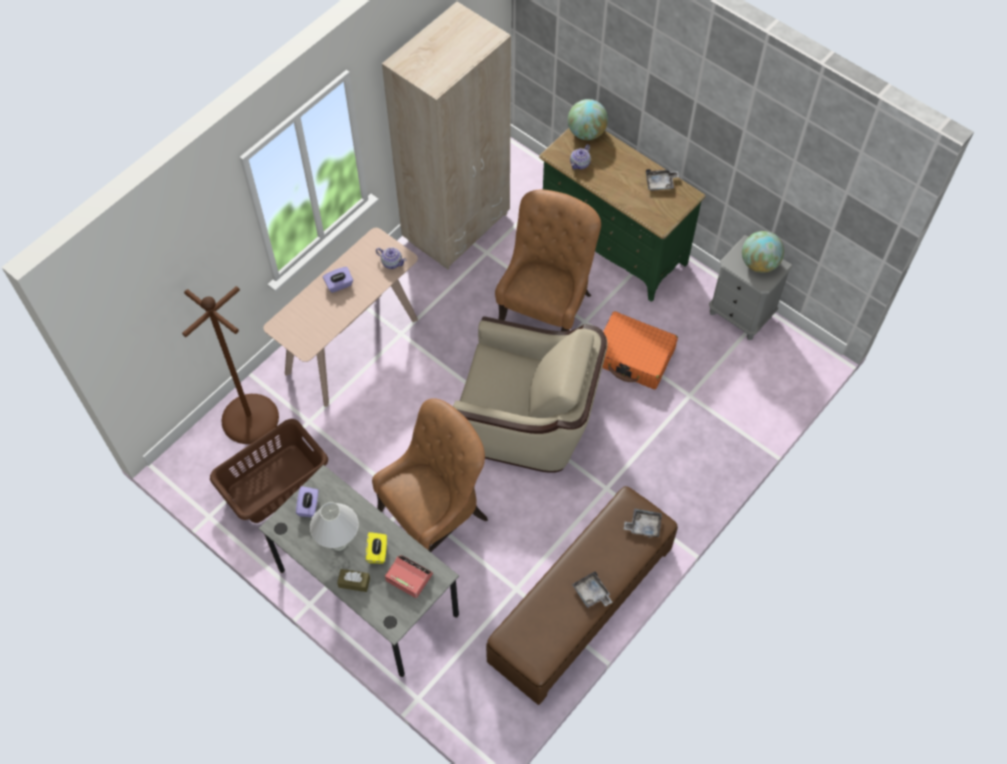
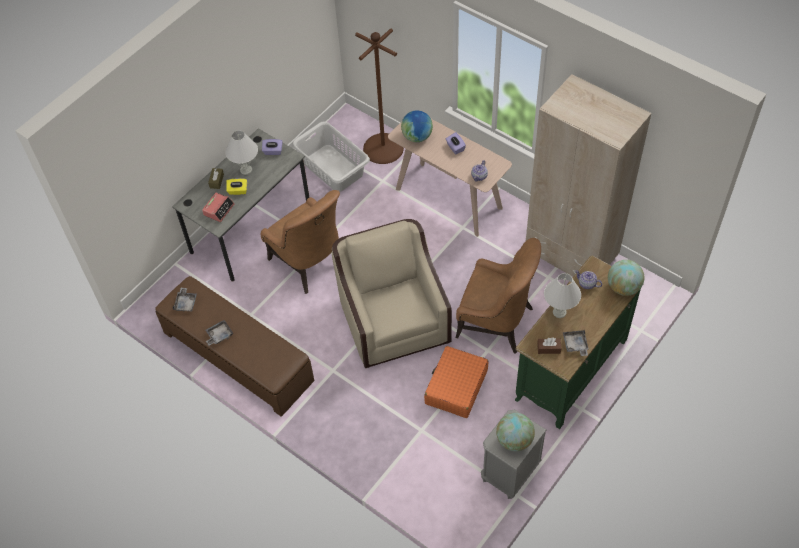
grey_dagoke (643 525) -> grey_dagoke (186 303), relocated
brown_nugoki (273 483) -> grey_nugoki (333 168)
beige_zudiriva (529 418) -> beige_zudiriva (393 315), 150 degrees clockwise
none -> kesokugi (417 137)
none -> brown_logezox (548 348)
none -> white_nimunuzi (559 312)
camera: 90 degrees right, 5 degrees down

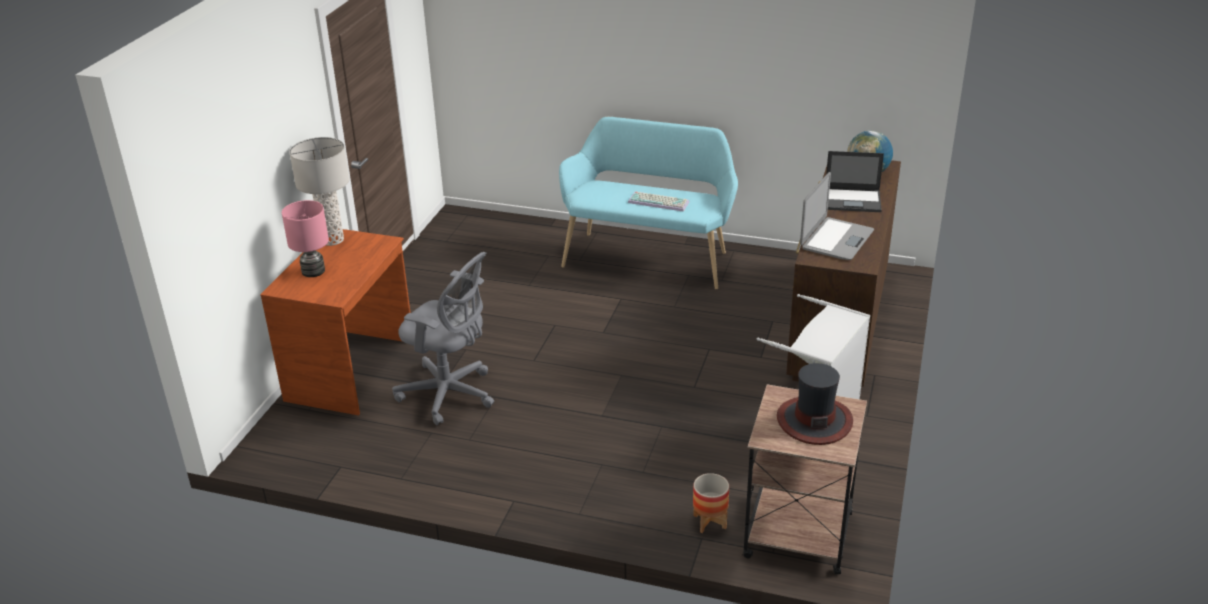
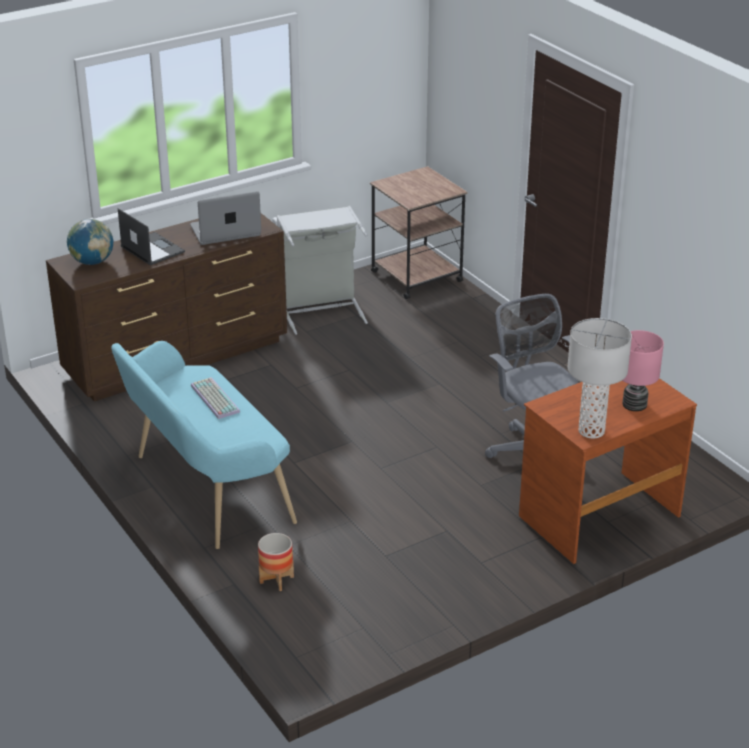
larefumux (709 521) -> larefumux (276 580), relocated
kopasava (814 420) -> none
camera: 140 degrees left, 0 degrees up

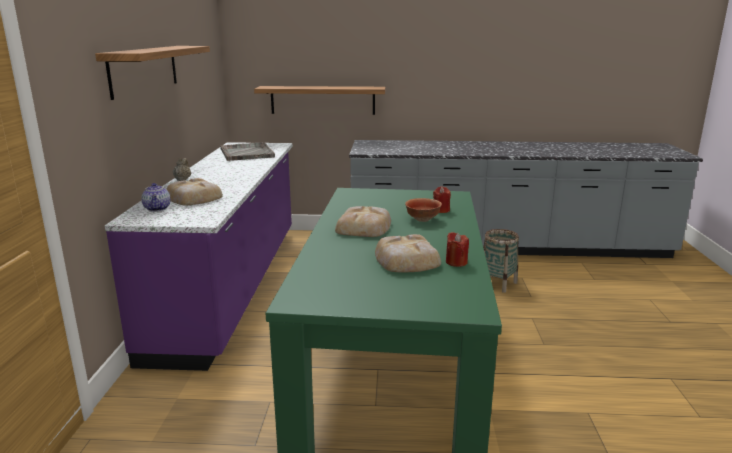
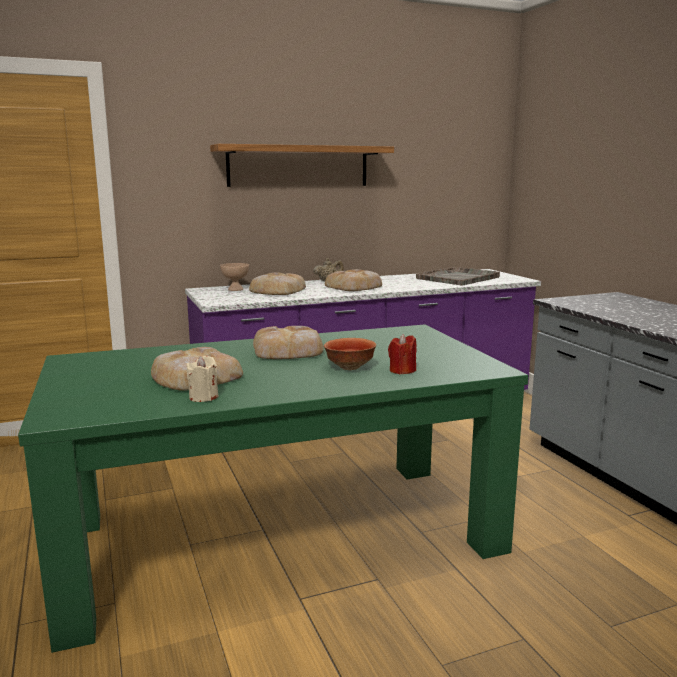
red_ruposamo (456 262) -> beige_ruposamo (203 397)
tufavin (158 209) -> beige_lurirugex (236 289)
none -> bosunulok (354 287)
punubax (322 100) -> none
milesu (497 283) -> none
camera: 65 degrees right, 5 degrees down

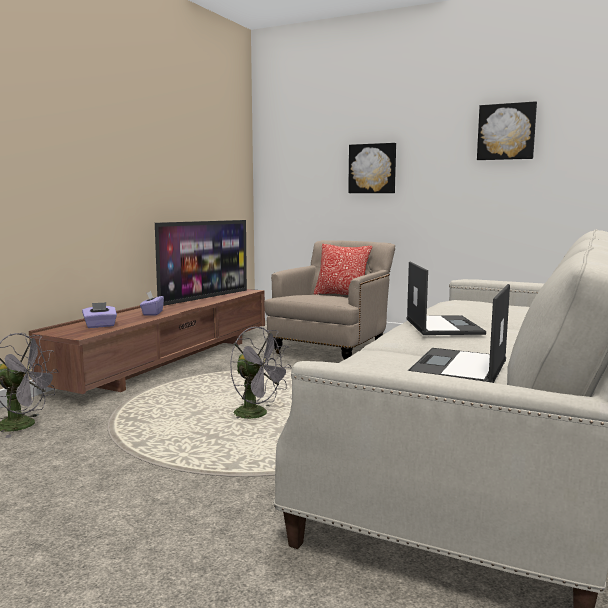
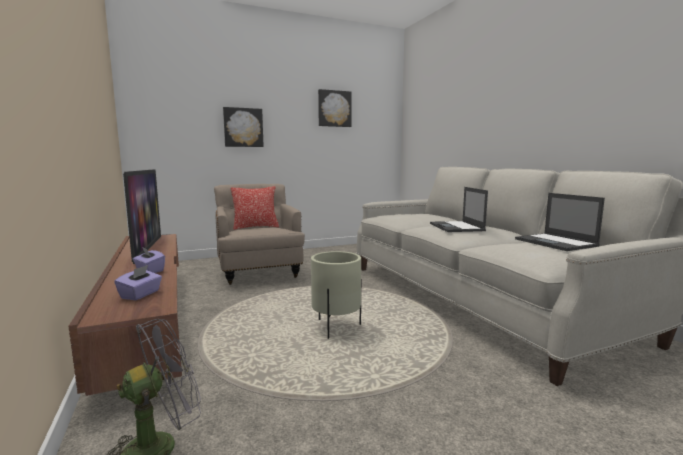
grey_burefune (257 415) -> beige_larefumux (335 328)
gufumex (442 326) -> gufumex (456 227), 135 degrees counterclockwise
camera: 50 degrees left, 0 degrees up

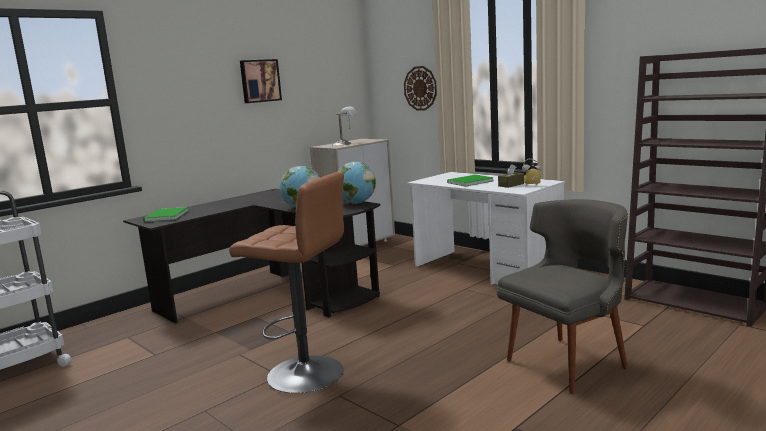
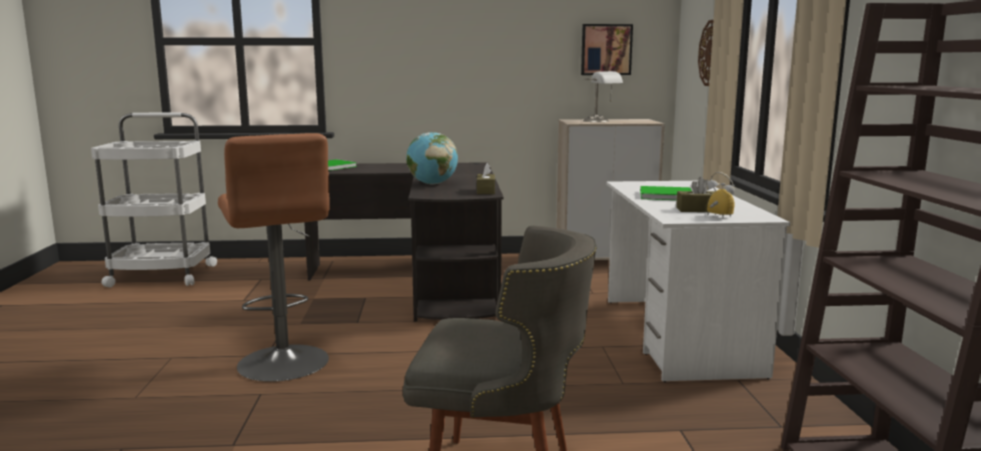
kesokugi (356 203) -> brown_logezox (486 191)
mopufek (259 81) -> mopufek (606 49), relocated
camera: 40 degrees right, 0 degrees up

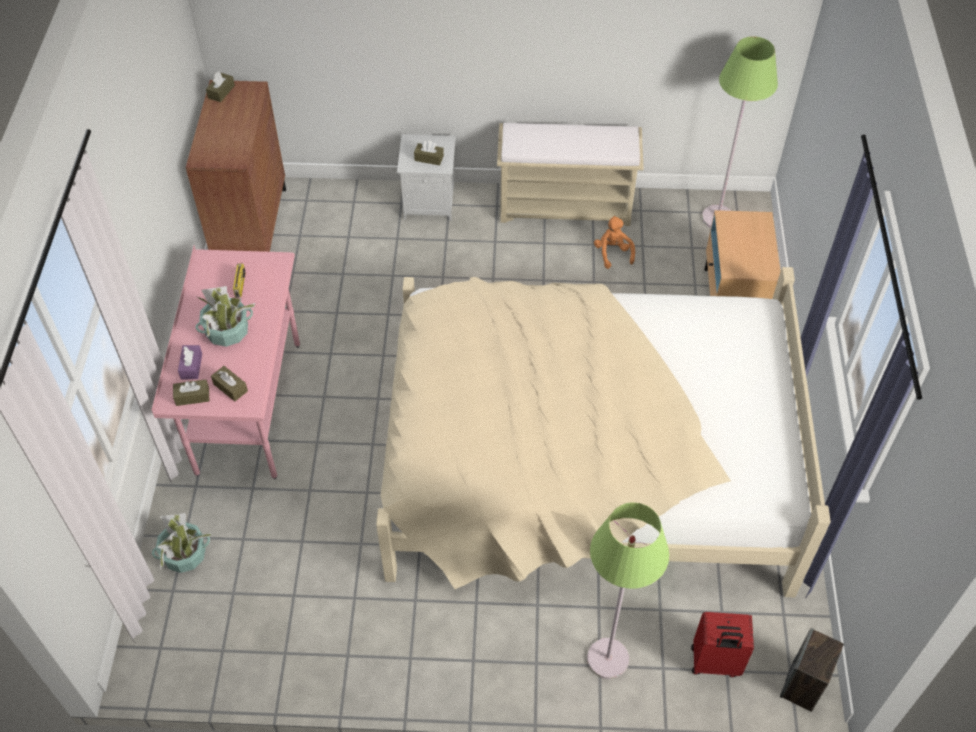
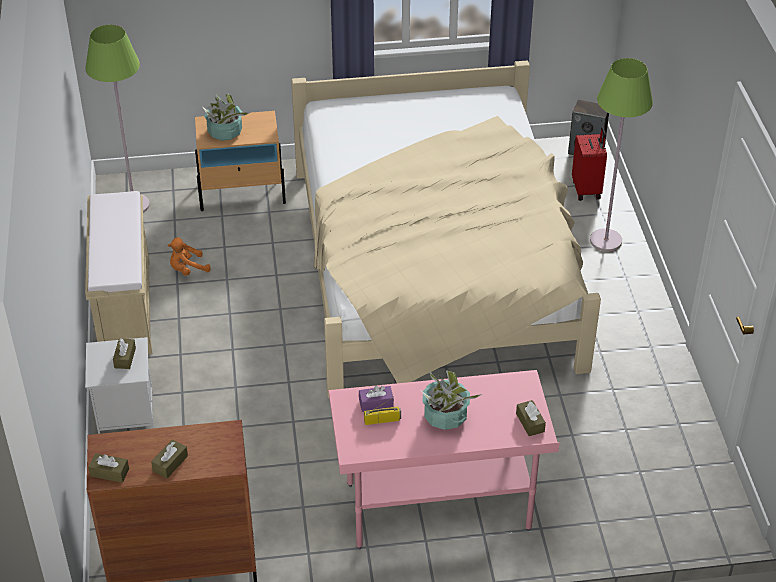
brown_logezox (230 387) -> brown_logezox (170 463), relocated
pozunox (185 555) -> pozunox (225 131), relocated
purple_logezox (191 366) -> purple_logezox (376 403), relocated
camera: 100 degrees left, 10 degrees down

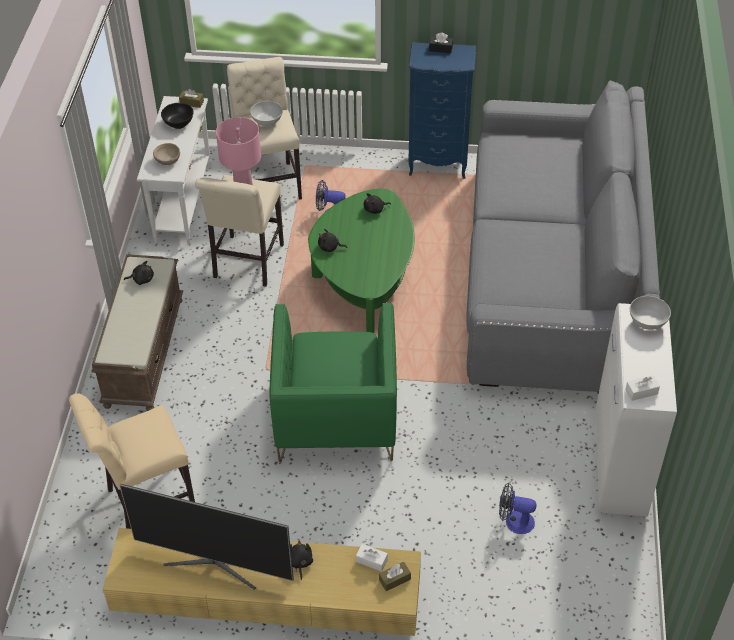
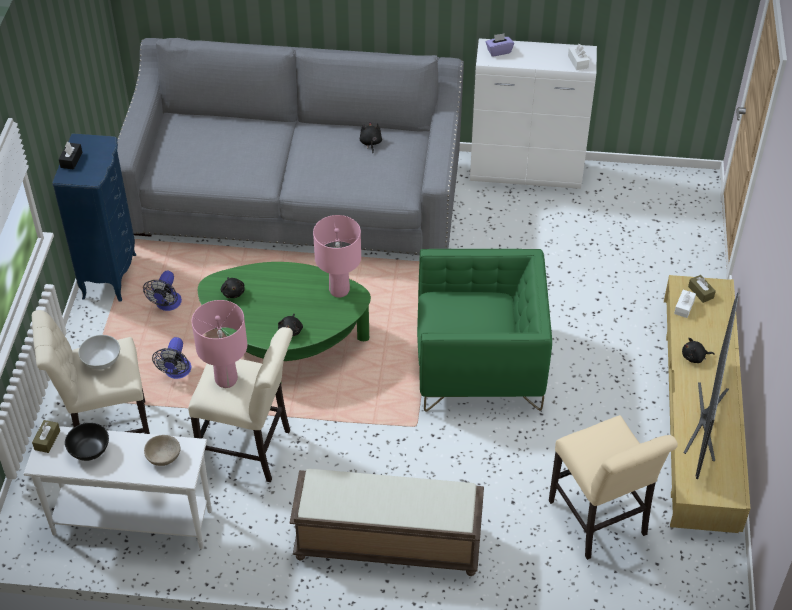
burefune (514 521) -> burefune (167 305), relocated
none -> pink_nimunuzi (339 290)
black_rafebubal (142 279) -> black_rafebubal (370 143), relocated
white_lurirugex (647 322) -> purple_logezox (499 51)
camera: 90 degrees left, 0 degrees up

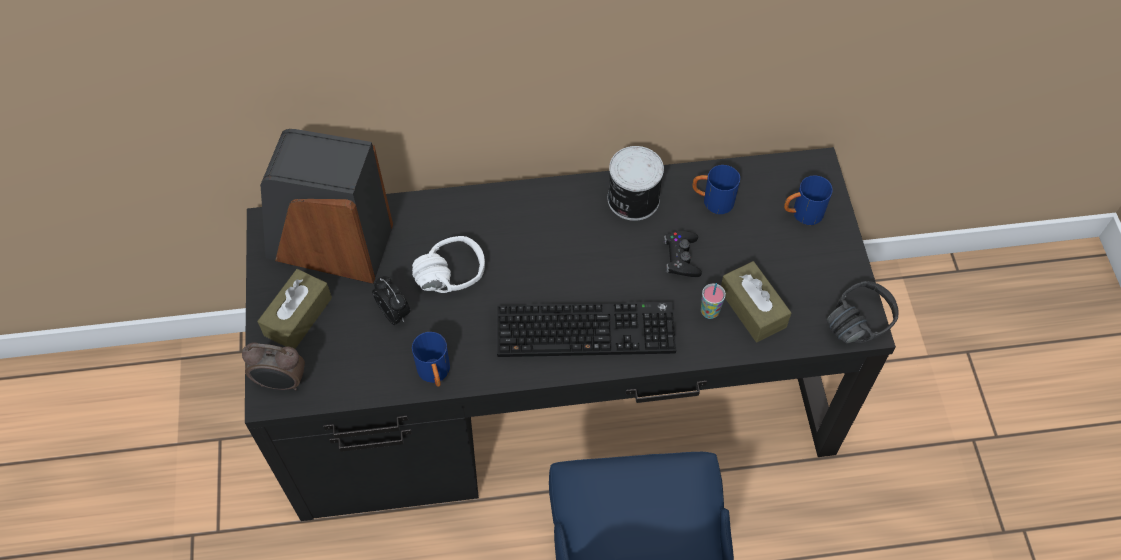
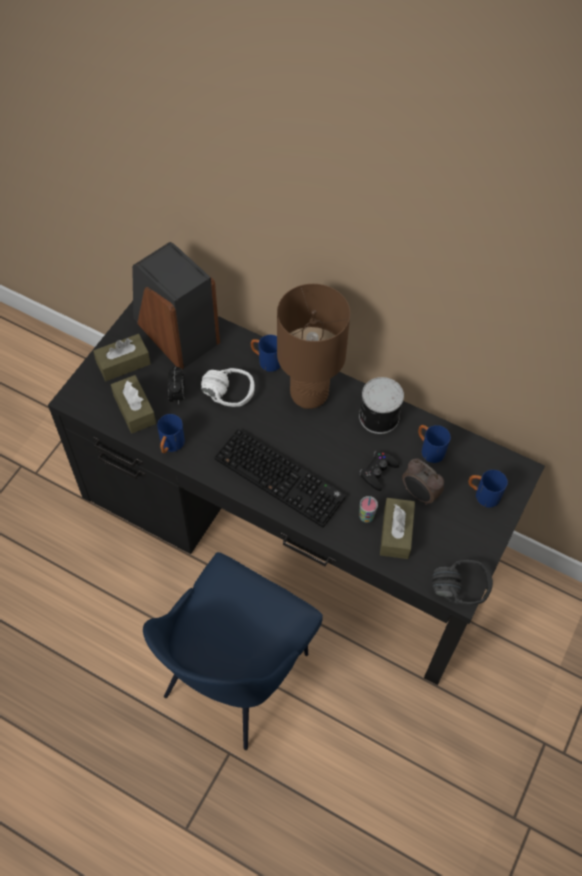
none -> brown_logezox (134 409)
none -> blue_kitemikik (266 361)
none -> brown_nimunuzi (309 395)
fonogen (281 382) -> fonogen (419 494), relocated
camera: 35 degrees right, 0 degrees up

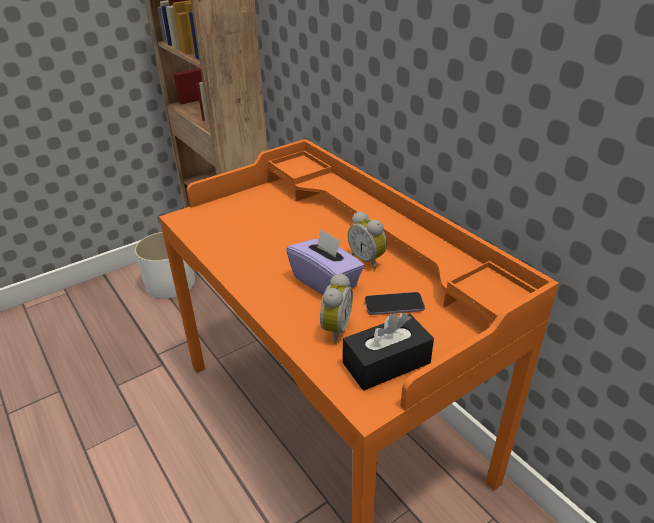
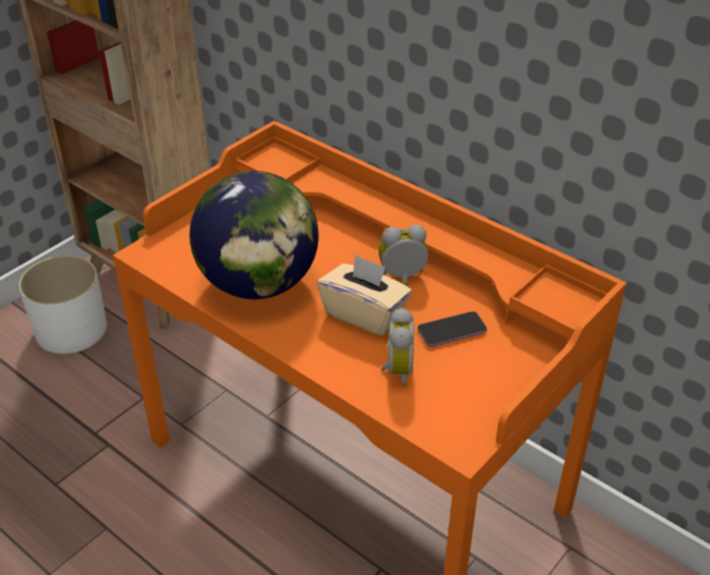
none -> kesokugi (258 284)
purple_logezox (326 282) -> beige_logezox (364 314)
fonogen (368 259) -> fonogen (403 278), 135 degrees clockwise
black_logezox (386 363) -> none
camera: 15 degrees left, 5 degrees up

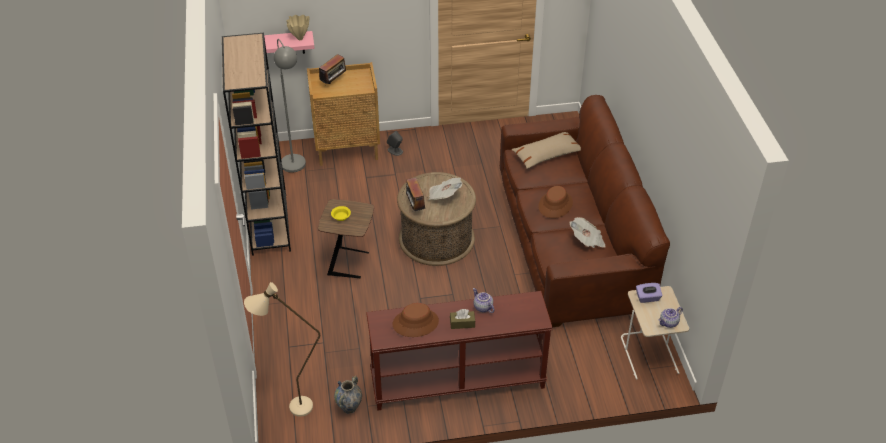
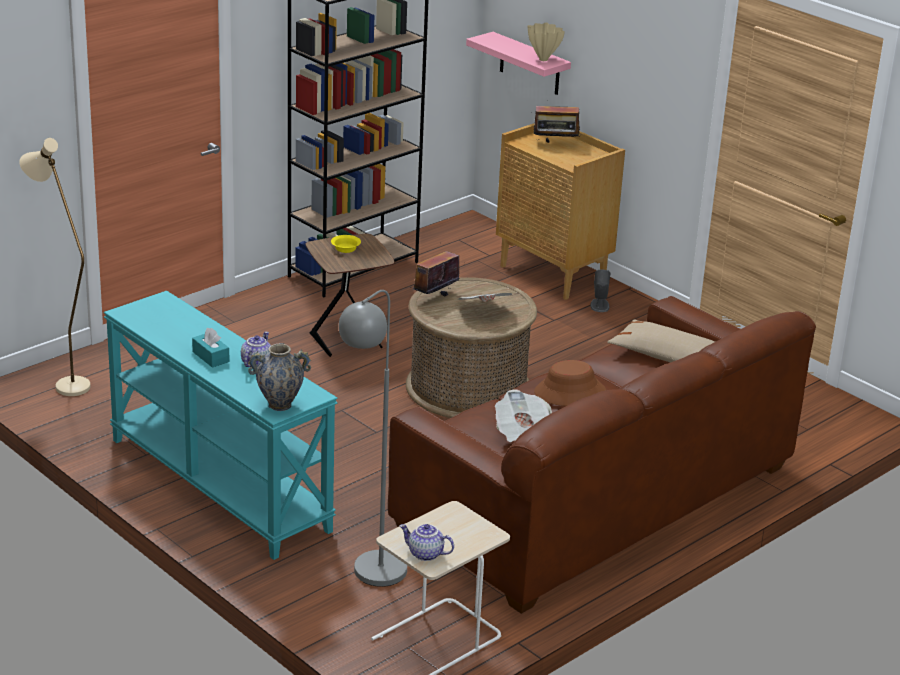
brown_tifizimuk (457 382) -> turquoise_tifizimuk (217 485)
brown_logezox (462 323) -> turquoise_logezox (210 357)
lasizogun (349 408) -> lasizogun (279 405), relocated
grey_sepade (296 169) -> grey_sepade (371 579), relocated
brown_kopasava (415 323) -> none
purple_logezox (647 298) -> none
camera: 55 degrees right, 15 degrees down

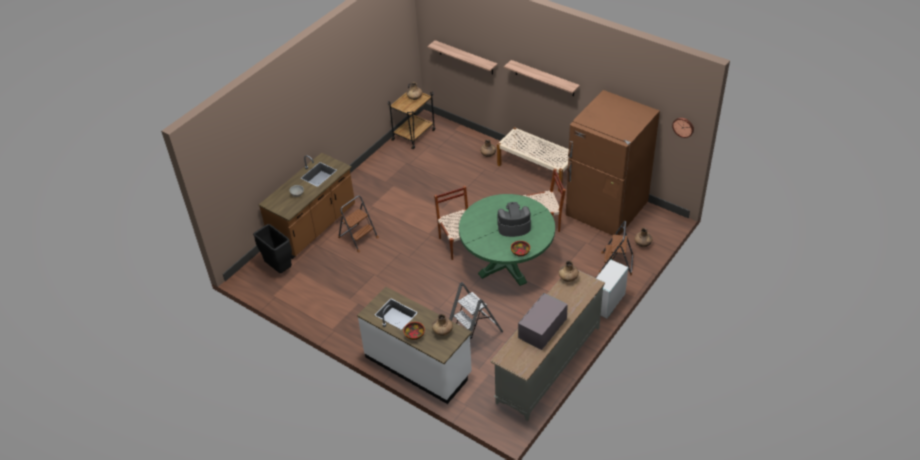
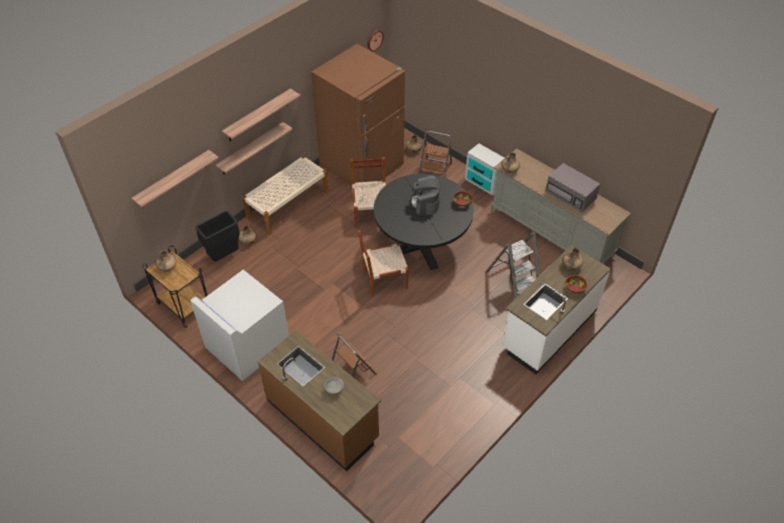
none -> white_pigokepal (247 344)
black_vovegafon (278 268) -> black_vovegafon (224 256), relocated
none -> punubax (251 149)
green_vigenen (507 264) -> black_vigenen (421 246)
camera: 85 degrees left, 5 degrees up

